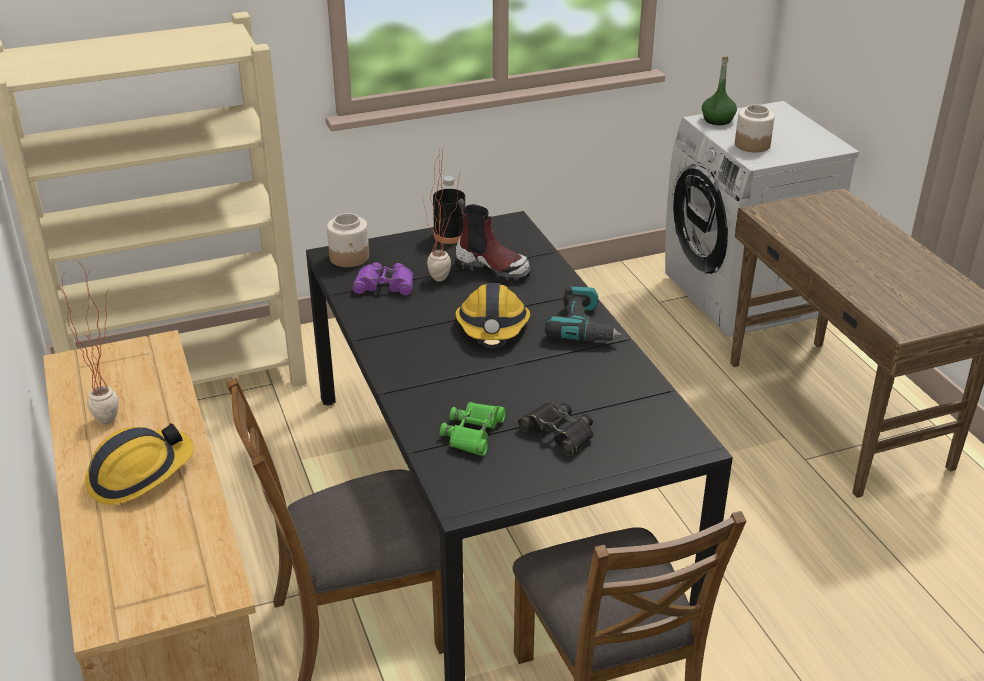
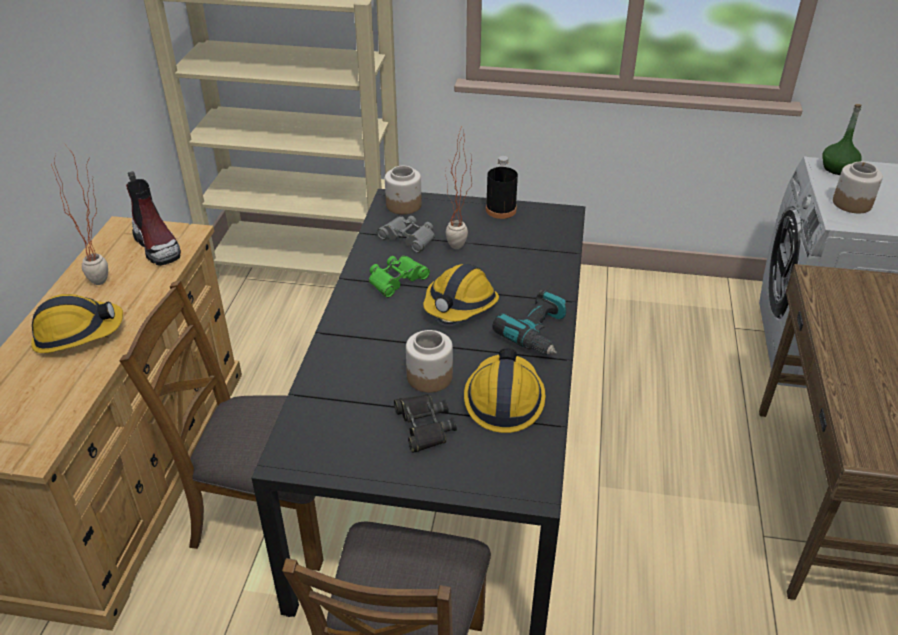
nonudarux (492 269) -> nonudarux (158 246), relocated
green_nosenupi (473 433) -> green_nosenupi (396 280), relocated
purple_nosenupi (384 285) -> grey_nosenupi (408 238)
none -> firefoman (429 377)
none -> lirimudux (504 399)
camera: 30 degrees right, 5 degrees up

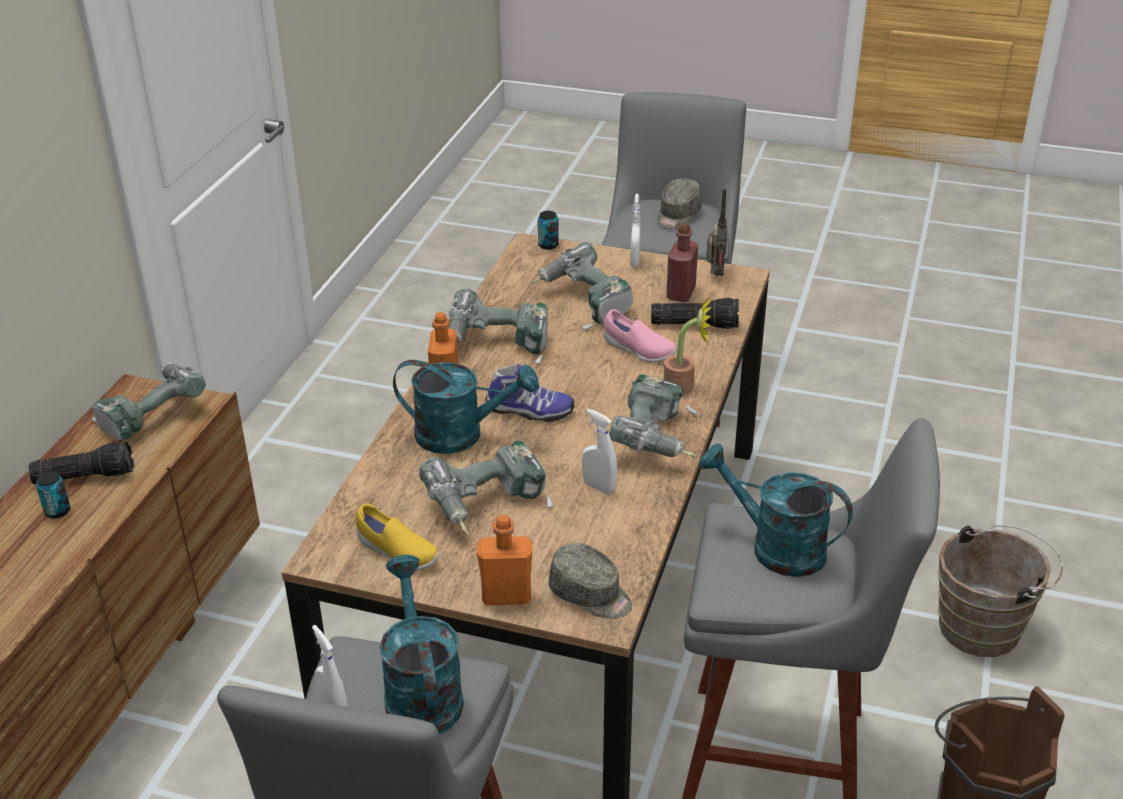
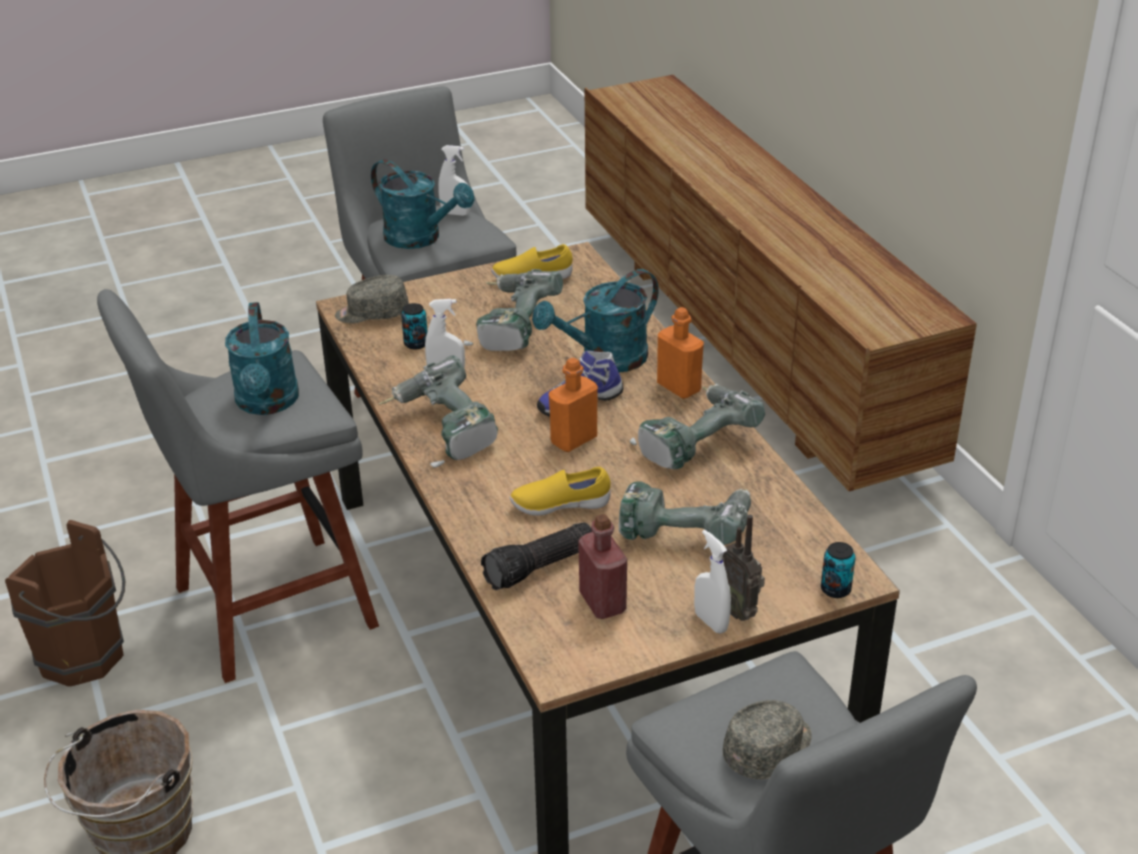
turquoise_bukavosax (775 547) -> turquoise_bukavosax (267 403), 90 degrees clockwise
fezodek (57 511) -> fezodek (416 344), relocated
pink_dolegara (638 351) -> yellow_dolegara (560 505)
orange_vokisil (506 596) -> orange_vokisil (574 440), relocated
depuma (714 274) -> depuma (739 610), relocated
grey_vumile (677 215) -> grey_vumile (769 750), 60 degrees clockwise
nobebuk (85 475) -> none
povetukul (150 414) -> none
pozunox (685 386) -> none
camera: 140 degrees right, 0 degrees up

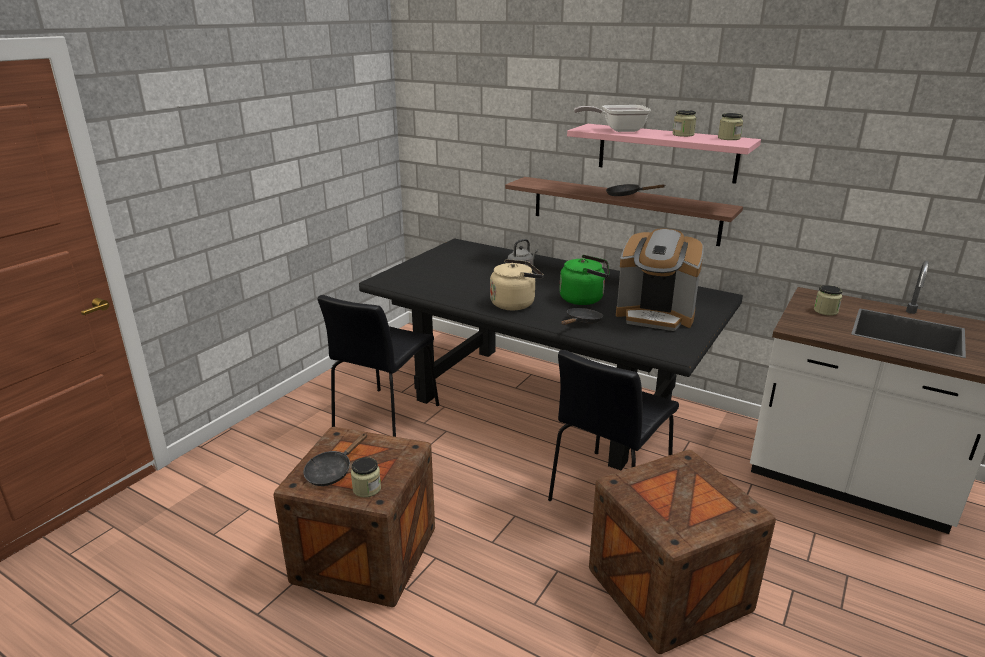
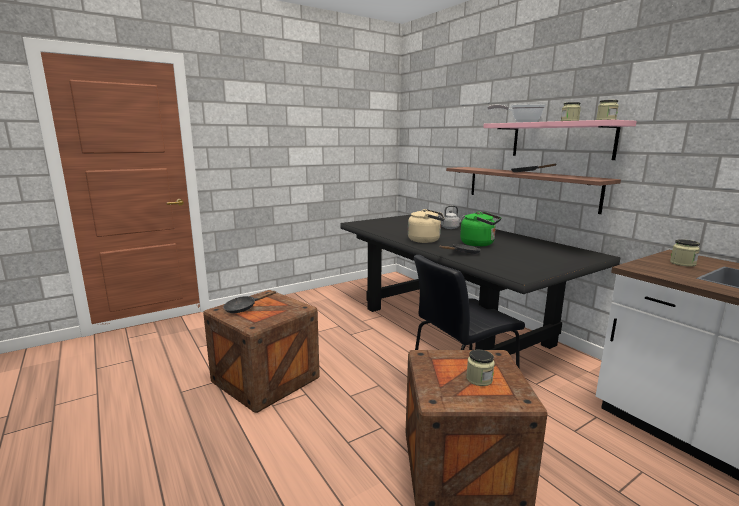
firefoman (367 489) -> firefoman (479 379), relocated
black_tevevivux (384 419) -> none
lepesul (655 316) -> none
camera: 25 degrees right, 10 degrees down

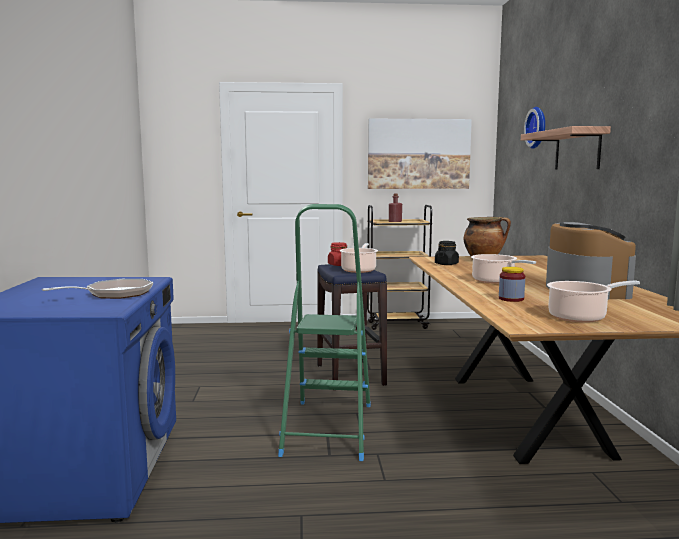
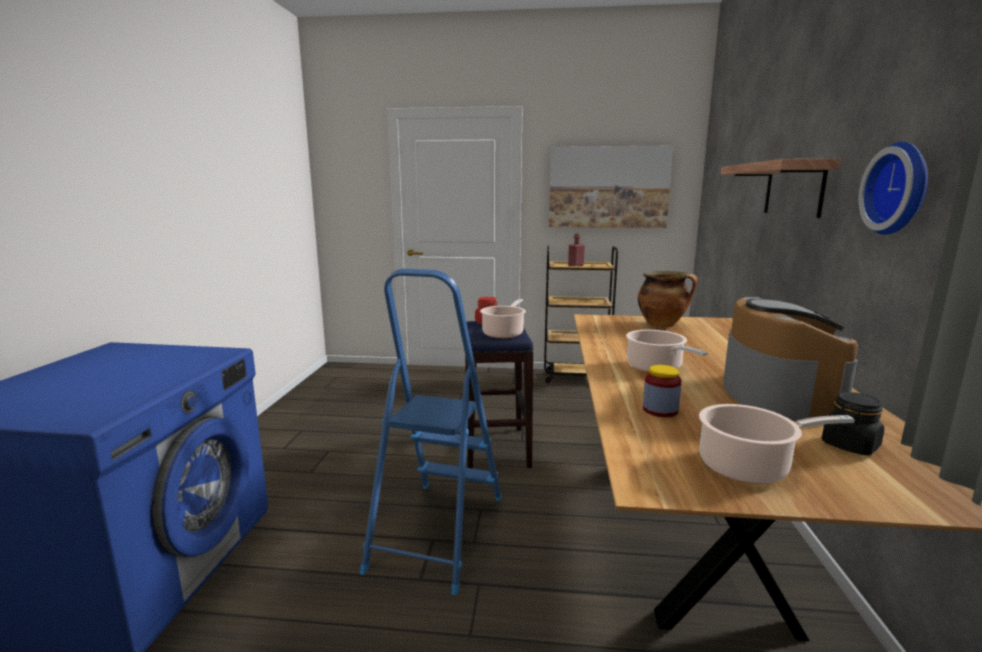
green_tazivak (329 427) -> blue_tazivak (439 530)
black_firefoman (446 264) -> black_firefoman (850 445), relocated
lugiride (538 127) -> lugiride (900 189), relocated
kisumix (114 294) -> none
camera: 10 degrees right, 5 degrees up

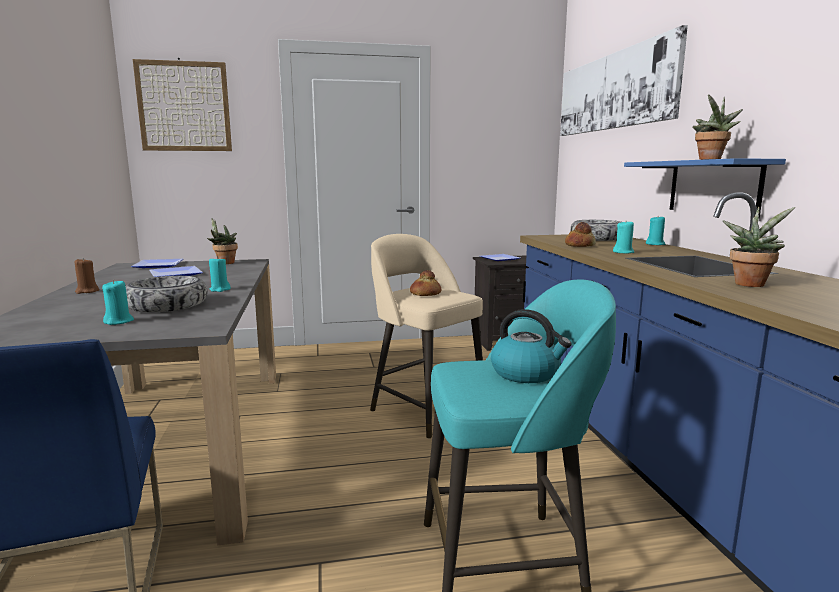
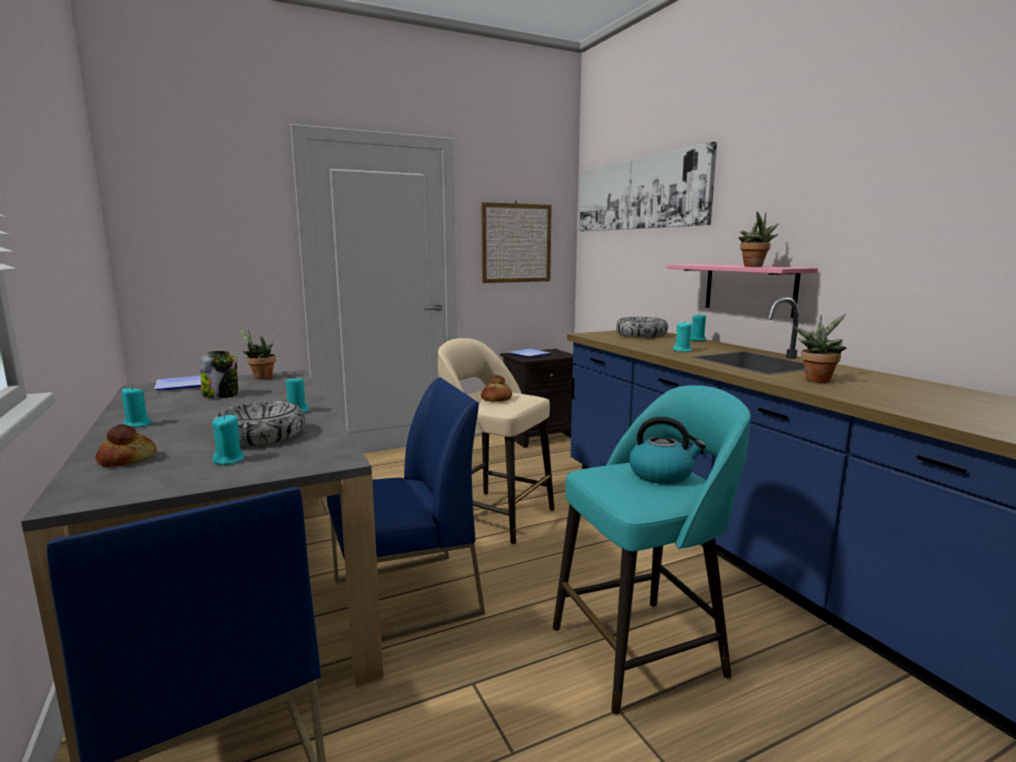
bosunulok (579 245) -> bosunulok (127 459), relocated
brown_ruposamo (87 291) -> turquoise_ruposamo (137 425)
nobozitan (177 274) -> firefoman (221 395)
none -> blue_tevevivux (405 598)
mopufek (184 105) -> mopufek (516 242), relocated
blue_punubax (713 187) -> pink_punubax (749 289)
camera: 15 degrees left, 0 degrees up

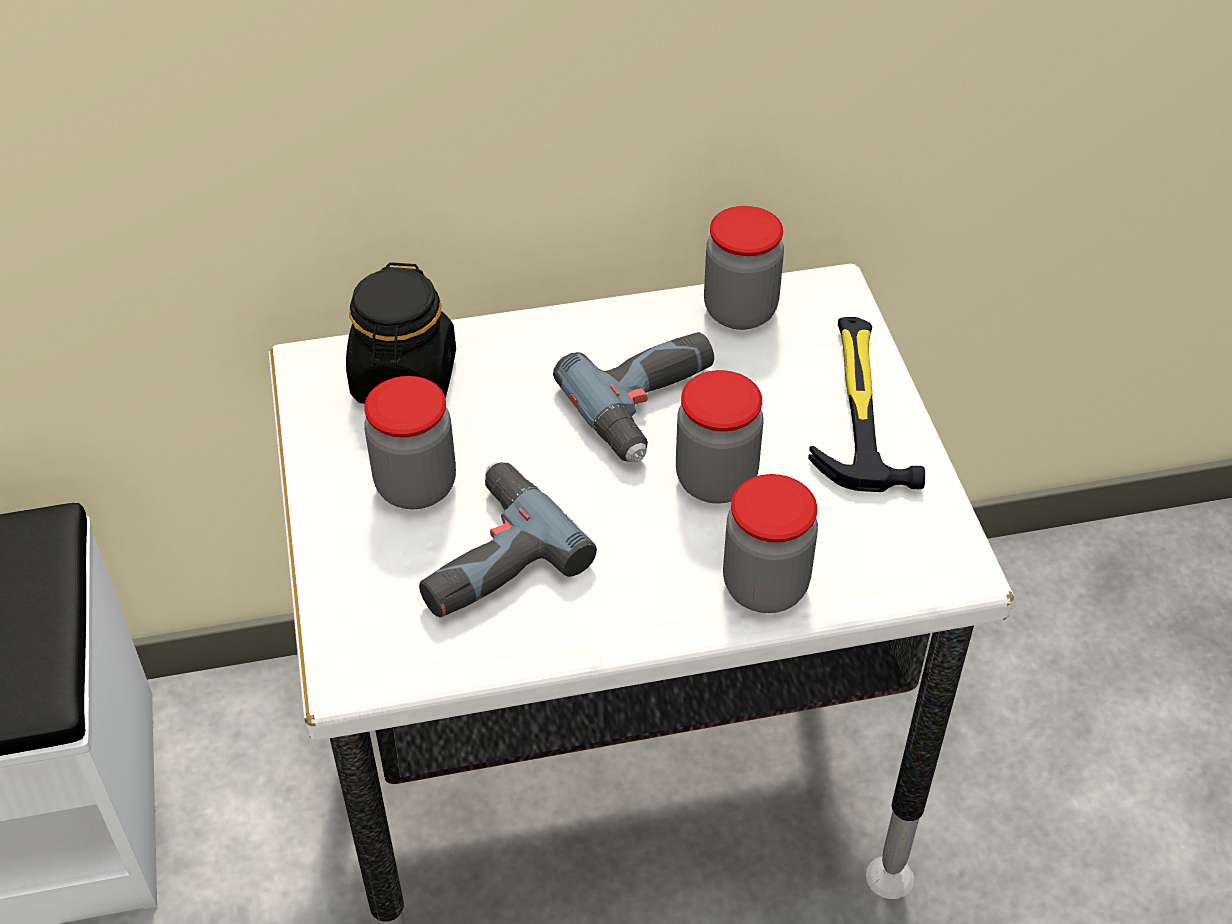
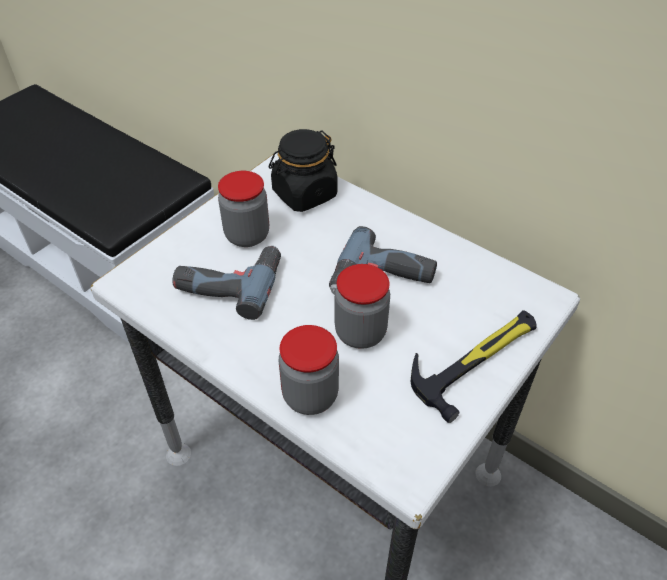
firefoman (740 311) -> none
camera: 50 degrees right, 0 degrees up

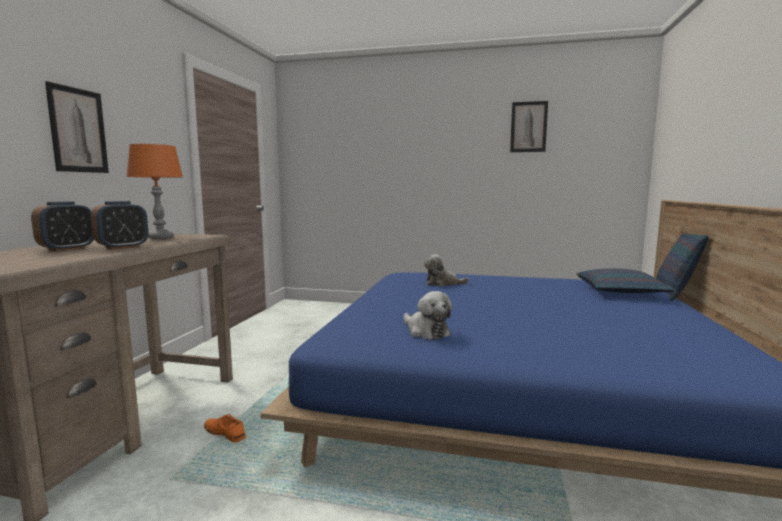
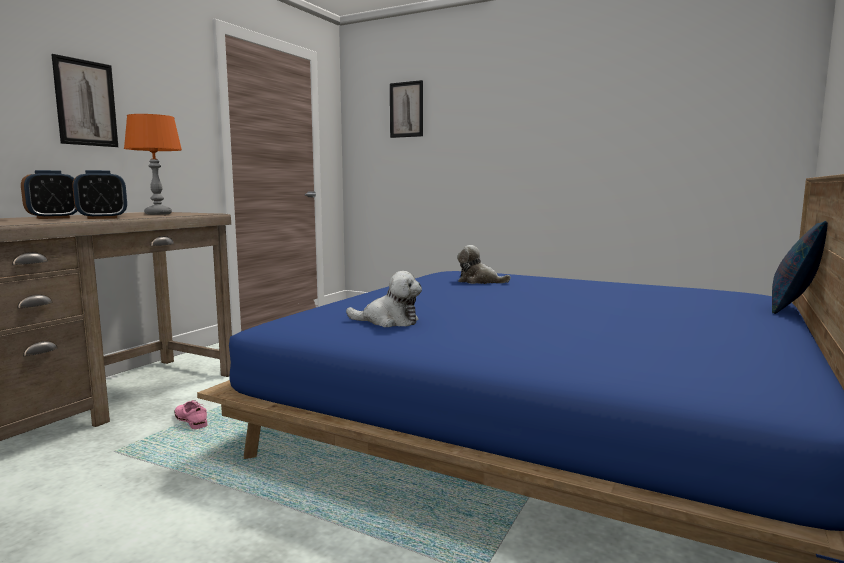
orange_dolegara (225 433) -> pink_dolegara (191 420)
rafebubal (426 331) -> rafebubal (388 321), 60 degrees counterclockwise
mopufek (528 127) -> mopufek (406 109), relocated
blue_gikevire (620 292) -> none
camera: 15 degrees right, 0 degrees up

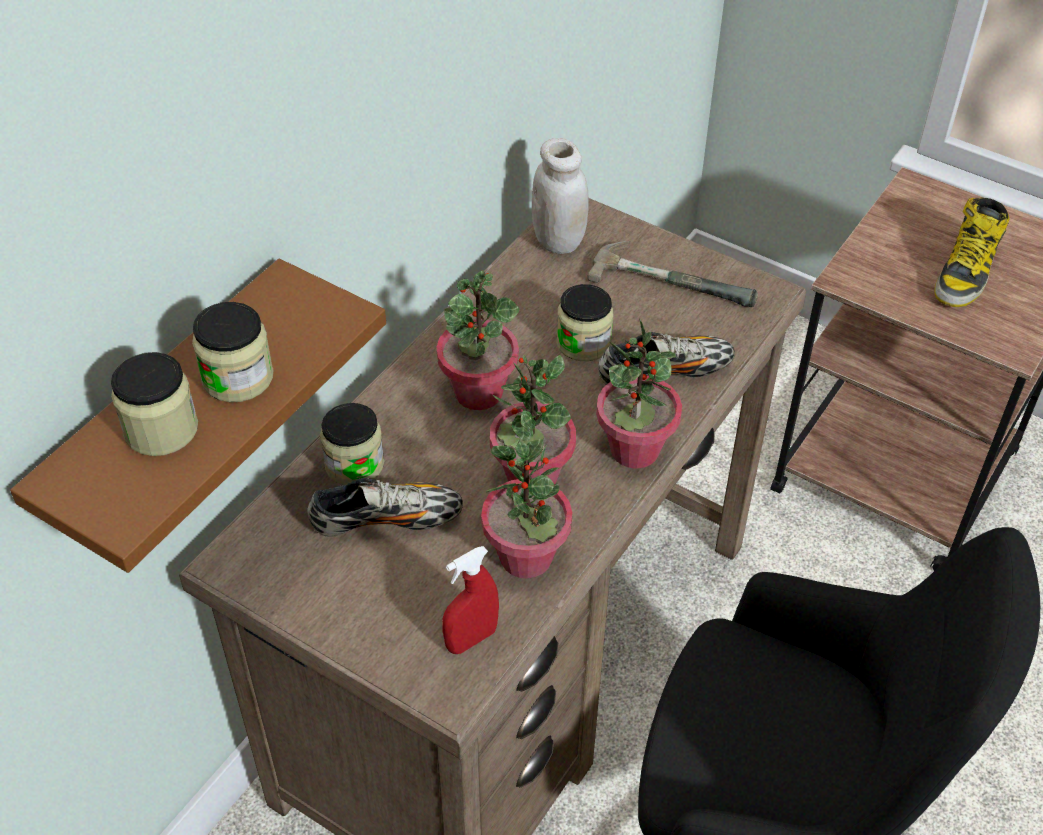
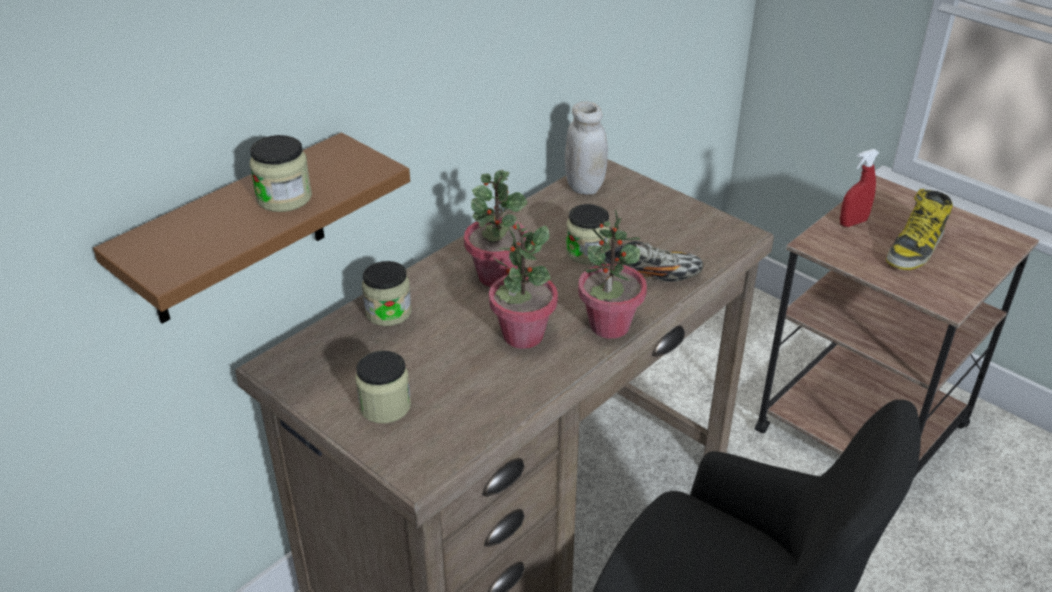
firefoman (161 429) -> firefoman (385 406), relocated
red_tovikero (471 639) -> red_tovikero (853 222), relocated
dolegara (386 521) -> none
pozunox (526 557) -> none
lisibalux (674 278) -> none
camera: 10 degrees right, 10 degrees down

